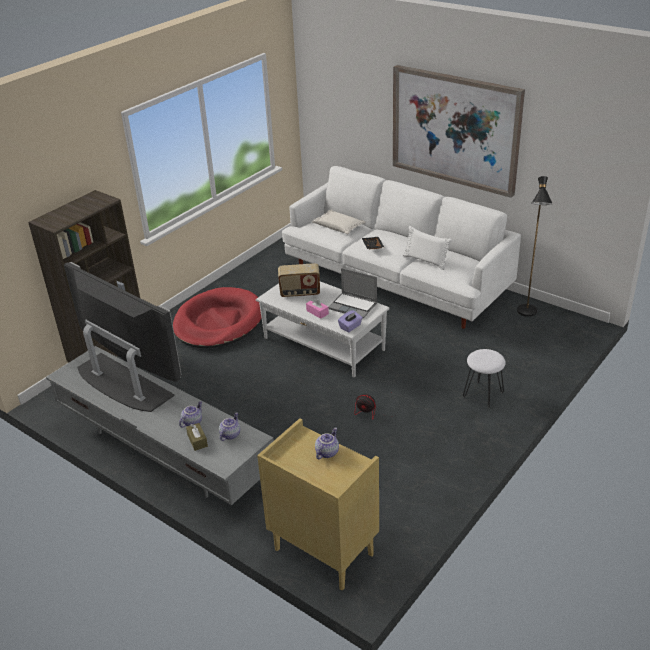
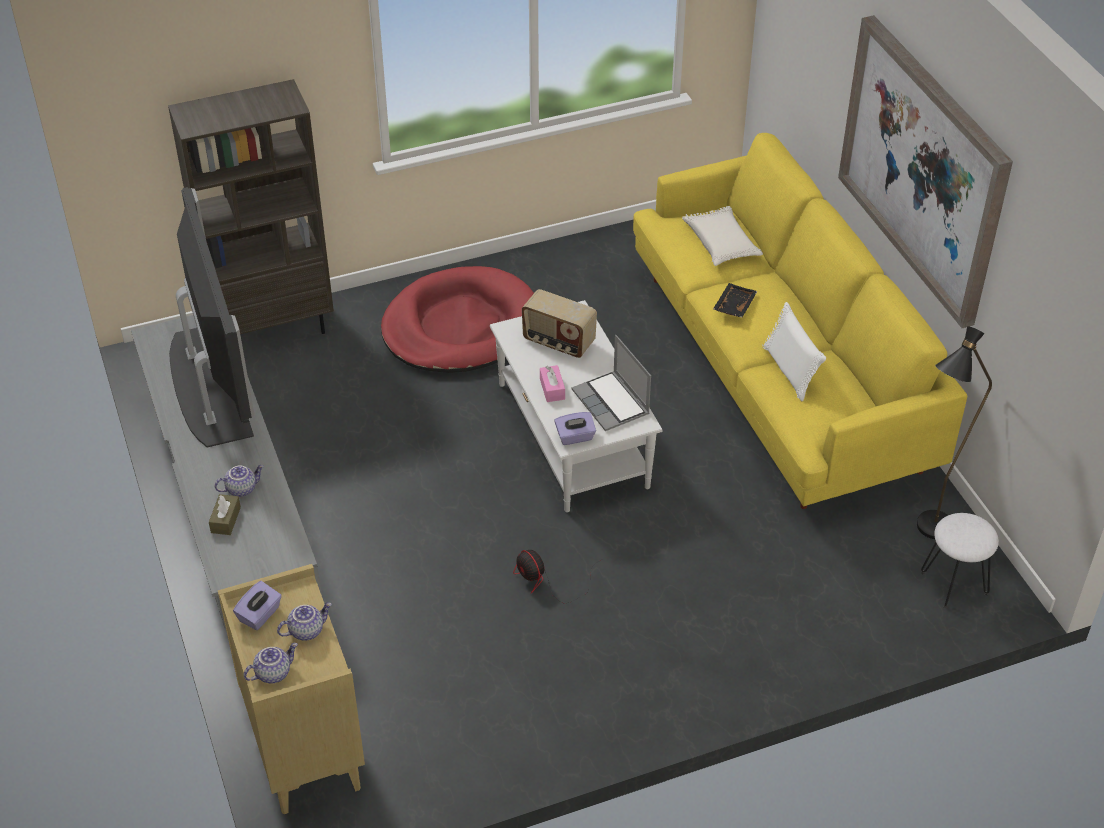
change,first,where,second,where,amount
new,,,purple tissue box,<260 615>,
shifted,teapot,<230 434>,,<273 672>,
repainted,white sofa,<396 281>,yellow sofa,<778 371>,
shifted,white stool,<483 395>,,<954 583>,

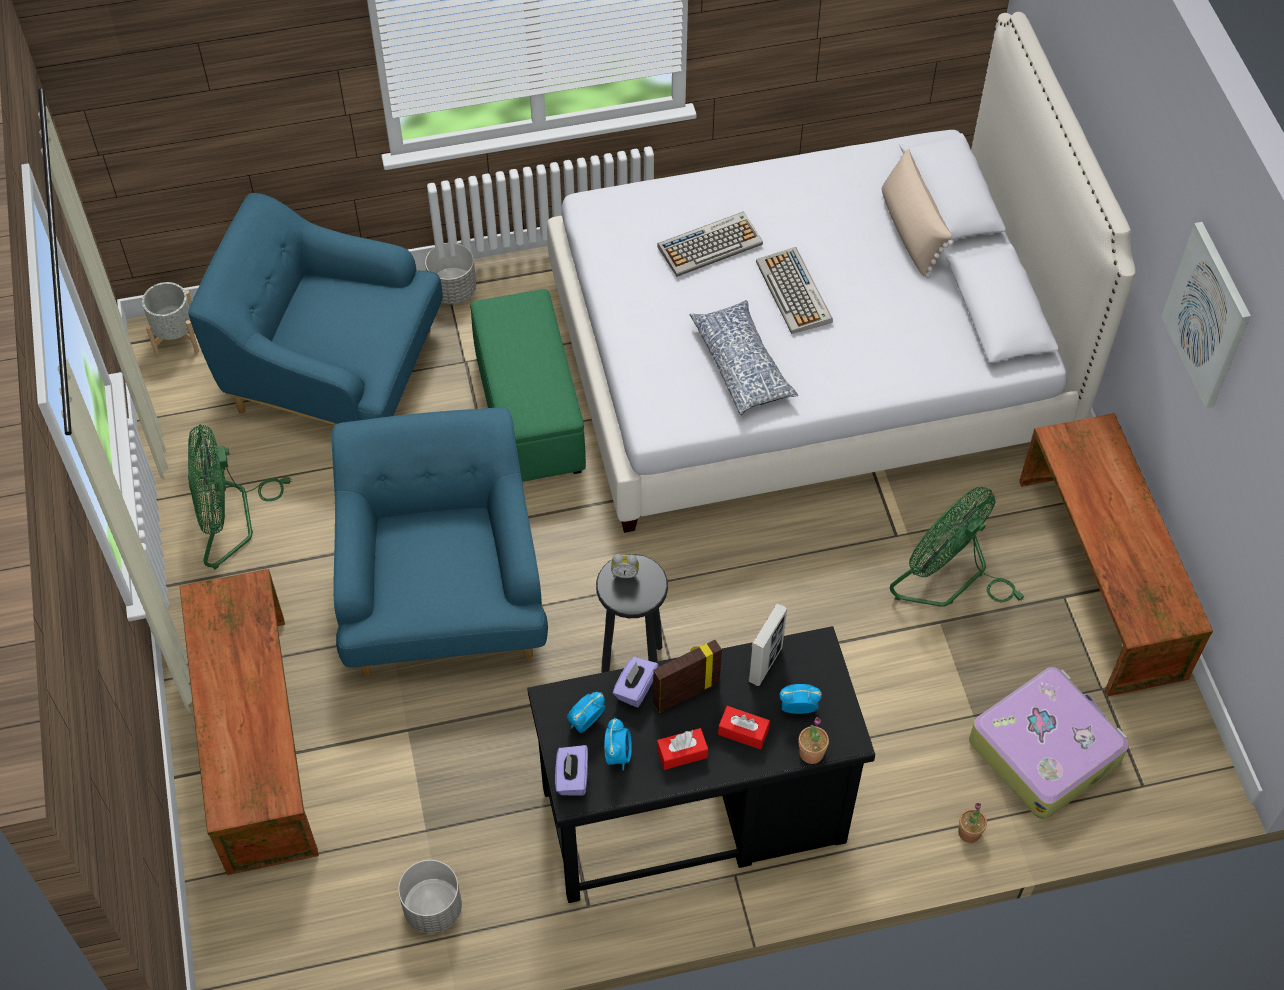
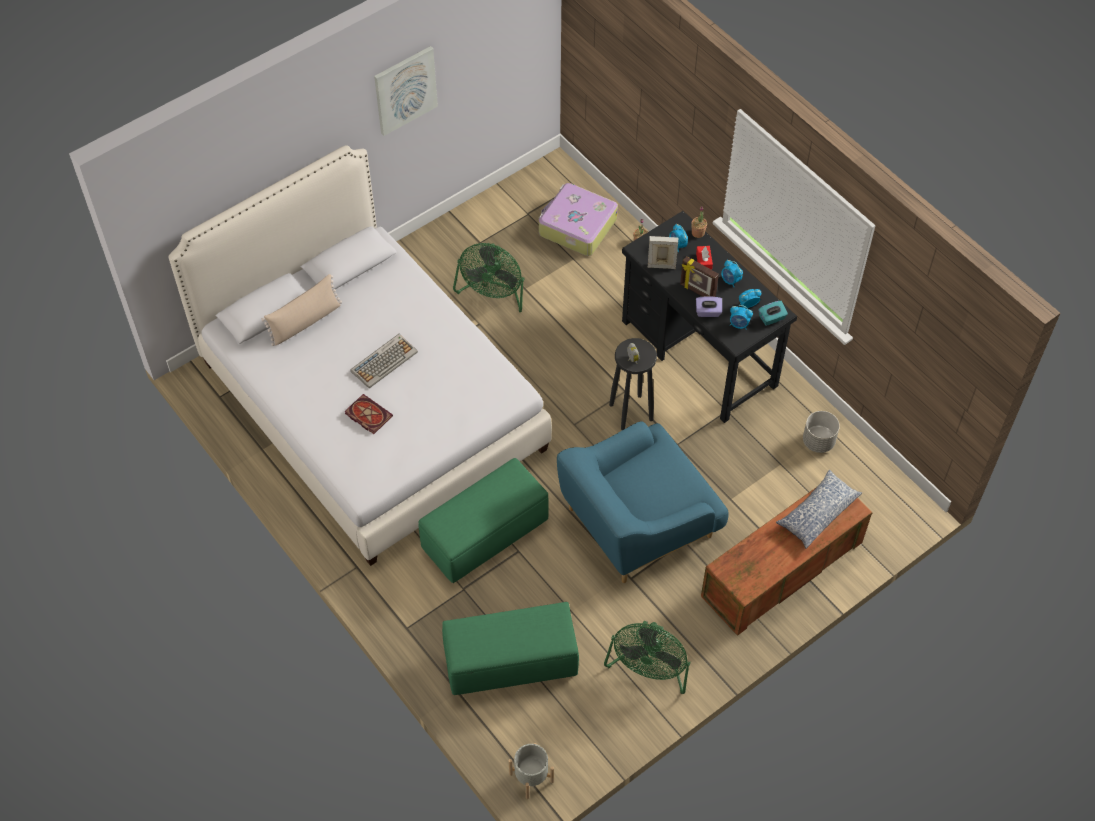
change,first,where,second,where,amount
swapped,keyboard,<710 245>,book,<367 415>,
swapped,blue armchair,<333 371>,green ottoman,<510 662>,
rotated,green fan,<231 513>,,<647 664>,60 degrees clockwise
swapped,red tissue box,<682 753>,alarm clock,<730 281>,
repainted,purple tissue box,<572 778>,turquoise tissue box,<771 318>,
shifted,pillow,<742 364>,,<817 513>,
gone,grey planter,<453 290>,,,
gone,brown bench,<1104 578>,,,

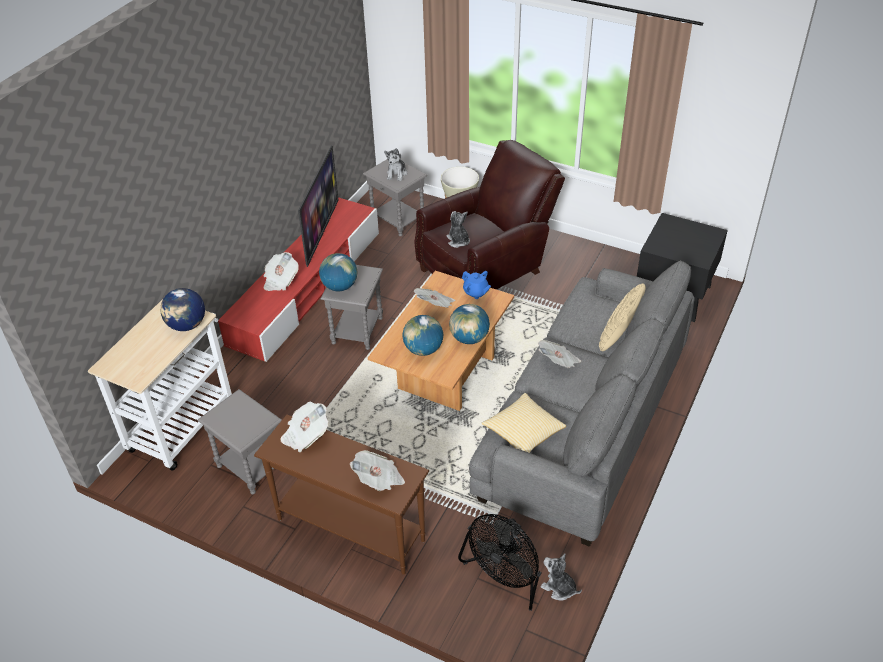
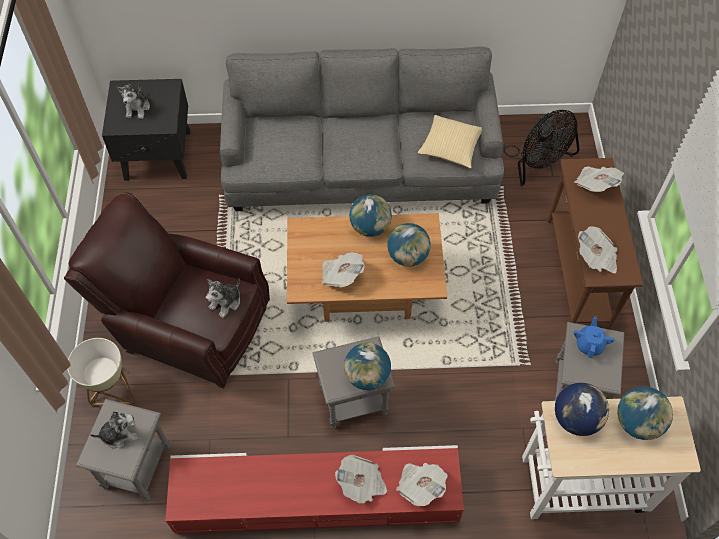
change,first,where,second,where,amount
shifted,plush toy,<559 588>,,<137 108>,
shifted,newspaper,<558 362>,,<420 486>,
rotated,black fan,<504 572>,,<536 162>,45 degrees clockwise
shifted,blue teapot,<476 292>,,<589 344>,
new,,,globe,<637 422>,
gone,television,<321 232>,,,
gone,beige pillow,<618 337>,,,

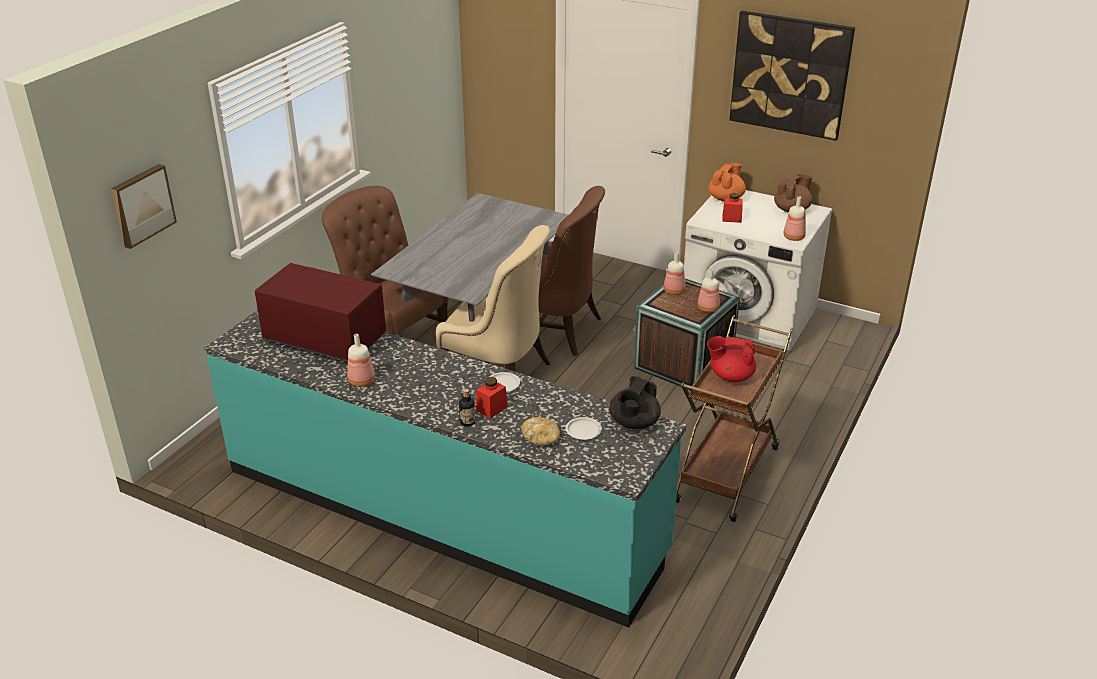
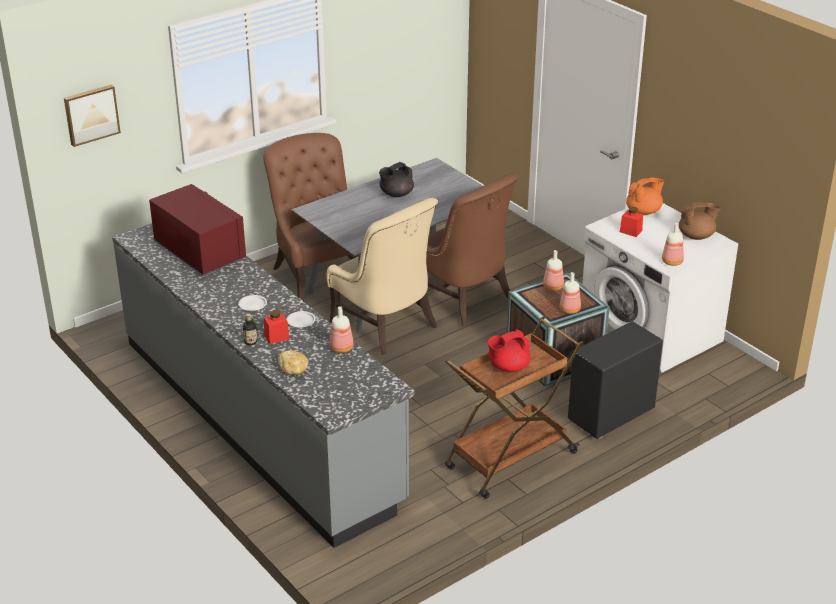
change,first,where,second,where,amount
repainted,turquoise counter,<442 511>,grey counter,<259 419>,
shifted,white plate,<583 430>,,<253 305>,
shifted,bottle,<361 381>,,<341 347>,
shifted,black teapot,<633 423>,,<396 194>,
rotated,red teapot,<730 376>,,<508 367>,60 degrees counterclockwise
new,,,black nightstand,<609 417>,
gone,picture,<790 74>,,,

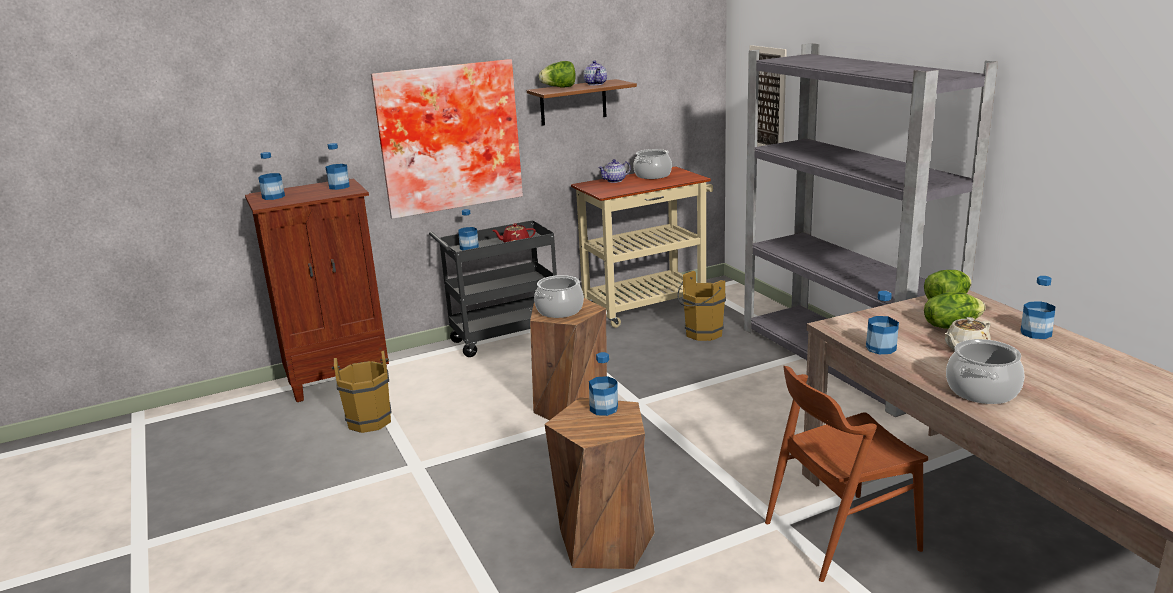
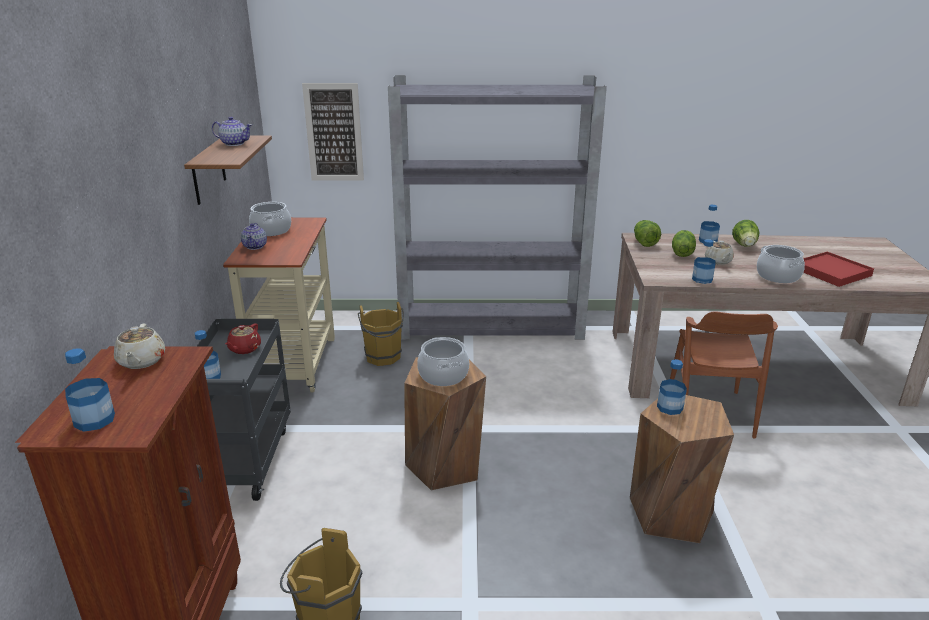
change,first,where,second,where,amount
swapped,bottle,<339 187>,beige teapot,<141 361>,
shifted,lettuce,<559 87>,,<744 246>,
new,,,red tray,<831 272>,
gone,picture,<448 137>,,,

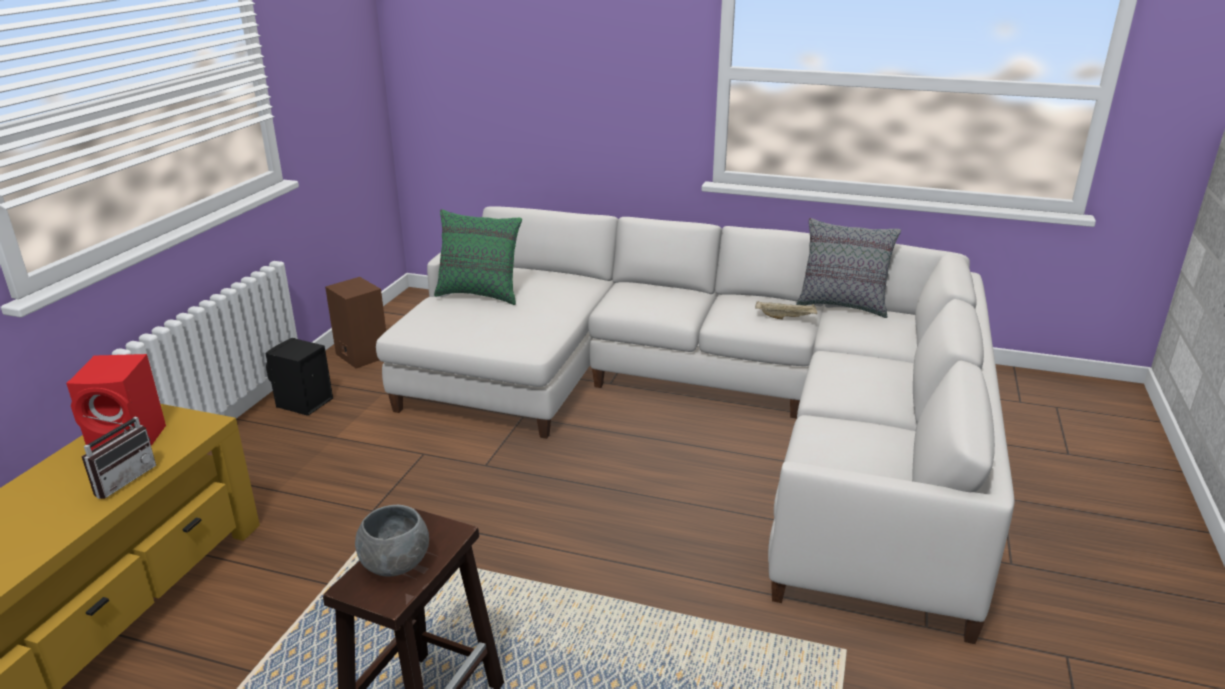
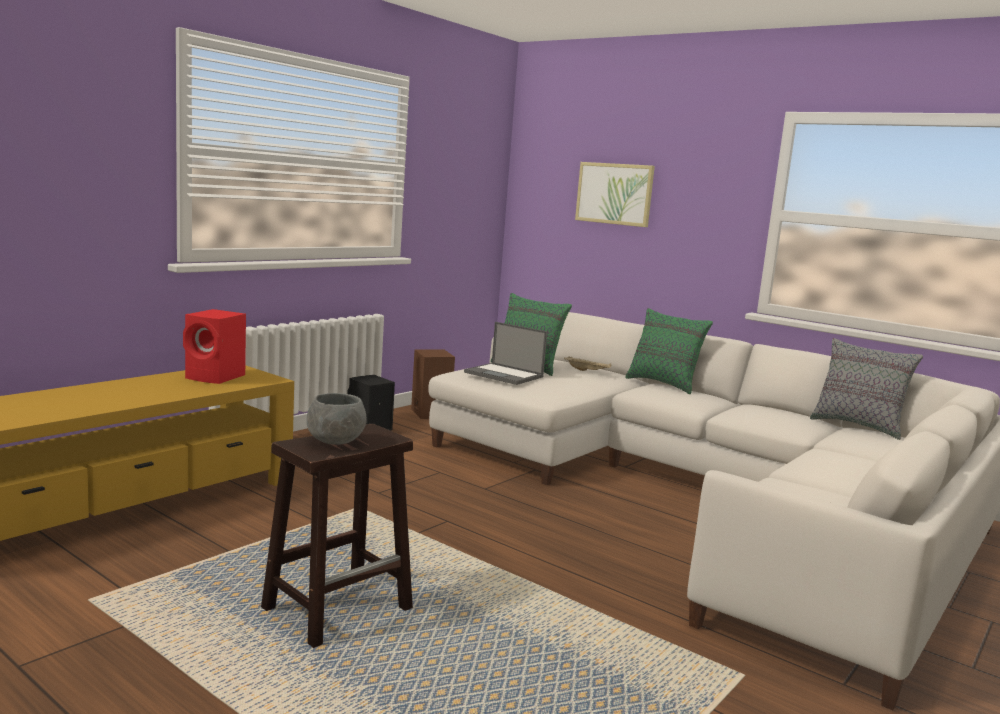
change,first,where,second,where,amount
new,,,laptop,<505 375>,
shifted,beige tray,<786 317>,,<587 371>,
new,,,picture,<614 194>,
new,,,green pillow,<663 384>,
gone,radio,<121 479>,,,

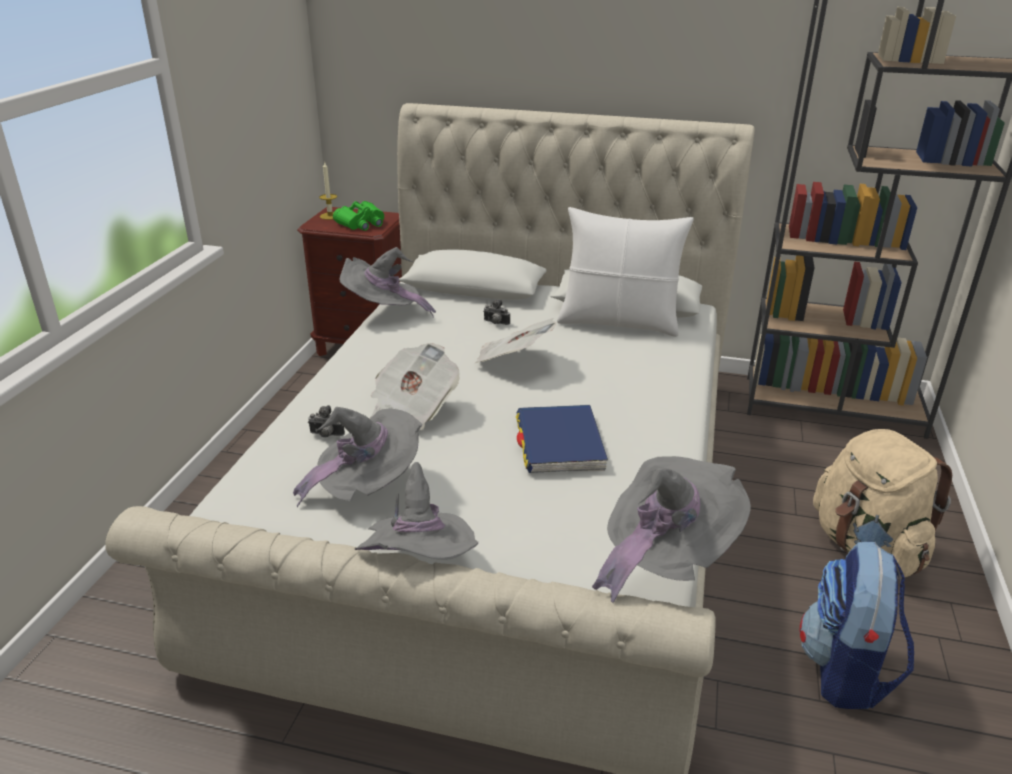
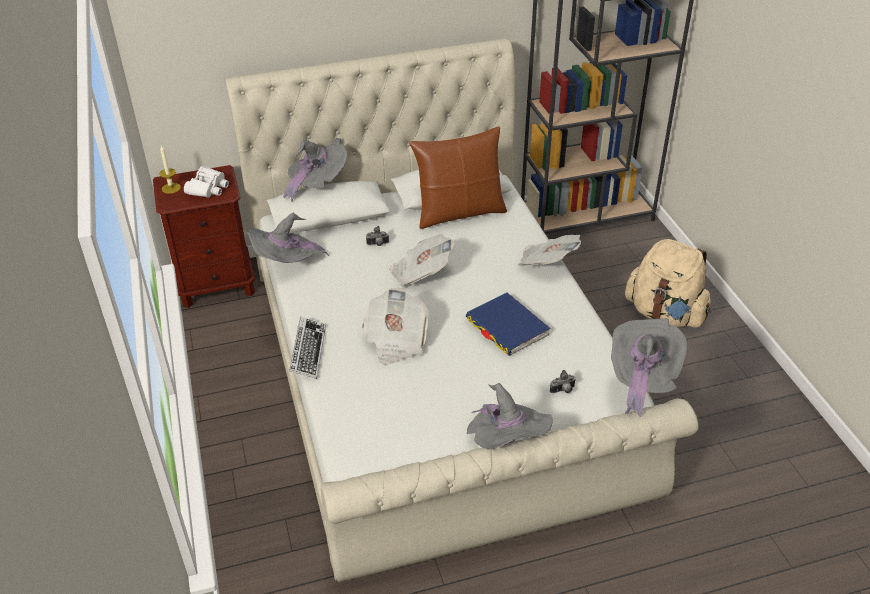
change,first,where,second,where,amount
repainted,green binoculars,<361 223>,white binoculars,<208 188>,
shifted,grey hat,<368 486>,,<316 182>,
new,,,keyboard,<308 351>,
repainted,white pillow,<618 322>,brown pillow,<459 213>,
new,,,newspaper,<547 263>,
shifted,photo camera,<326 435>,,<563 390>,
gone,backpack,<845 671>,,,

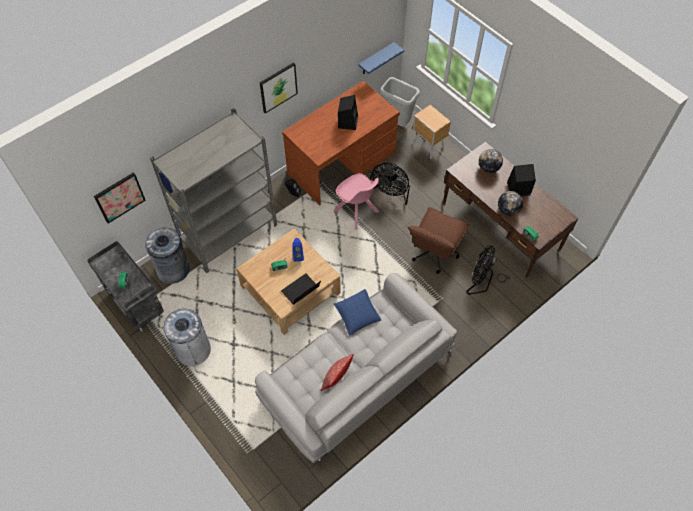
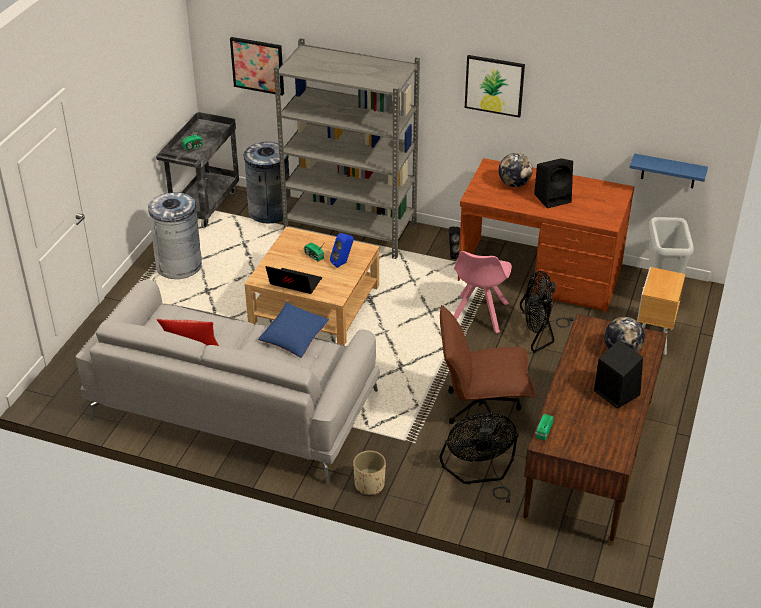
change,first,where,second,where,amount
new,,,beige planter,<369 485>,
shifted,globe,<508 210>,,<514 184>,

